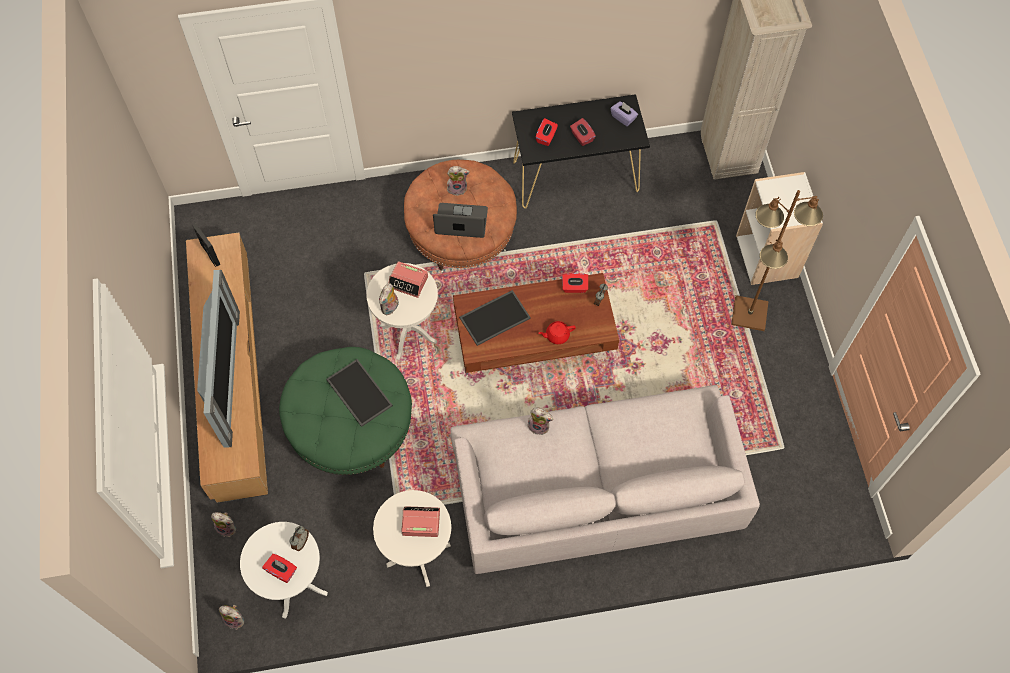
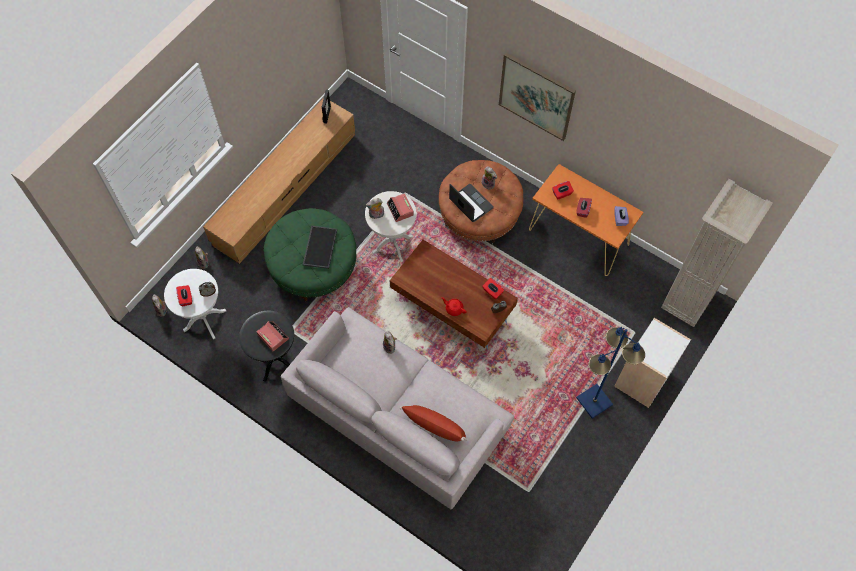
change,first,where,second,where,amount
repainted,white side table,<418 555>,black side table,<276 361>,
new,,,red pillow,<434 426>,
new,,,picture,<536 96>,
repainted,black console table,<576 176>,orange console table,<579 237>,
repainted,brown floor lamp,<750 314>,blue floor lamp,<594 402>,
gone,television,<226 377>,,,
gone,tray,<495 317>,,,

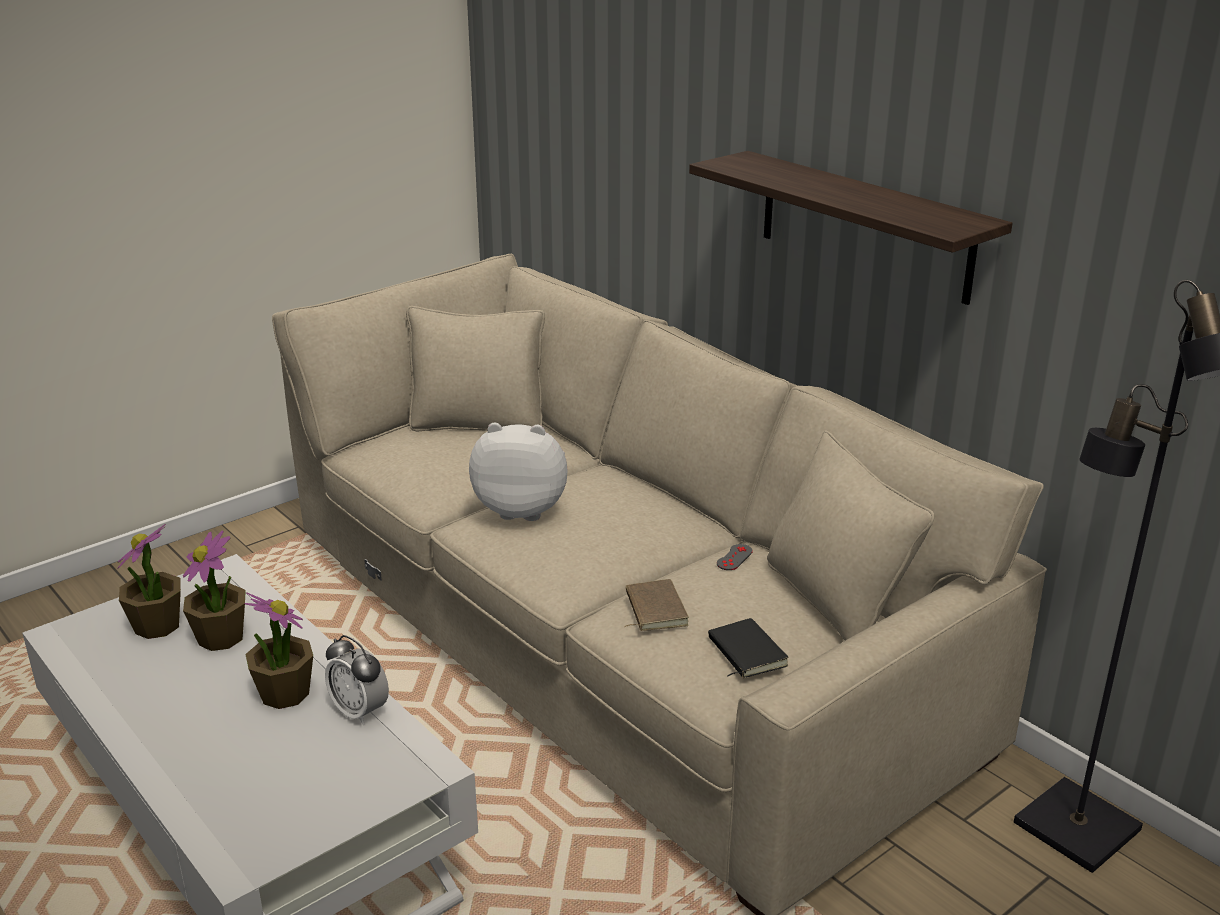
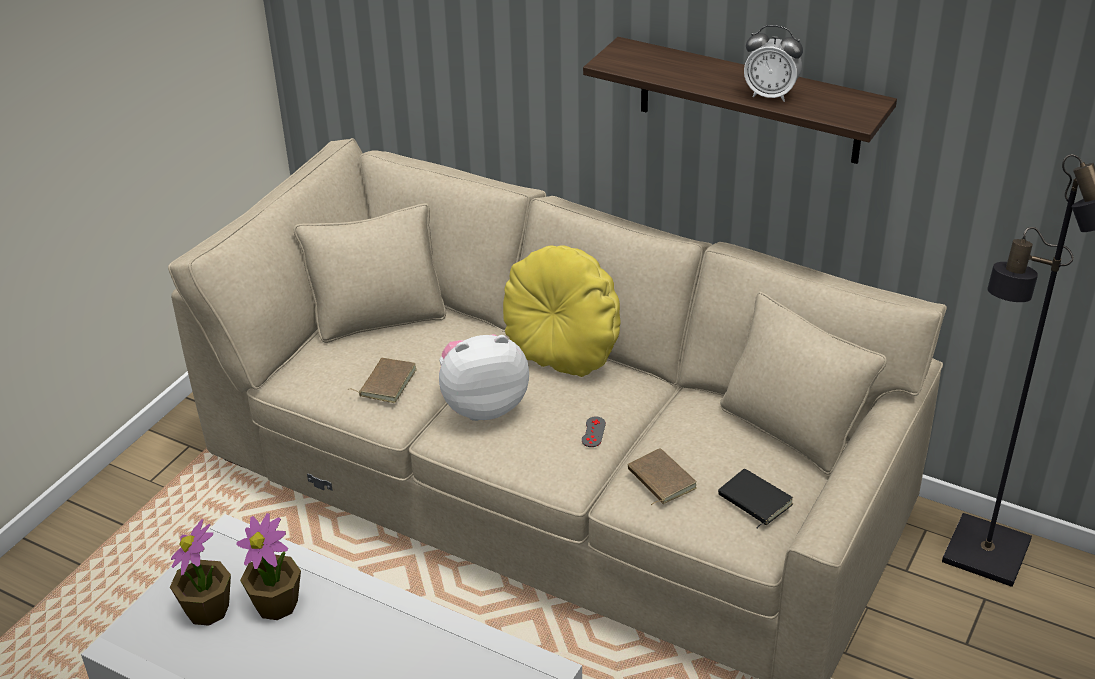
change,first,where,second,where,amount
new,,,brown book,<386 382>,
new,,,yellow pillow,<562 357>,
shifted,grey game controller,<734 557>,,<593 432>,
shifted,alarm clock,<360 711>,,<770 95>,
gone,potted plant,<284 693>,,,

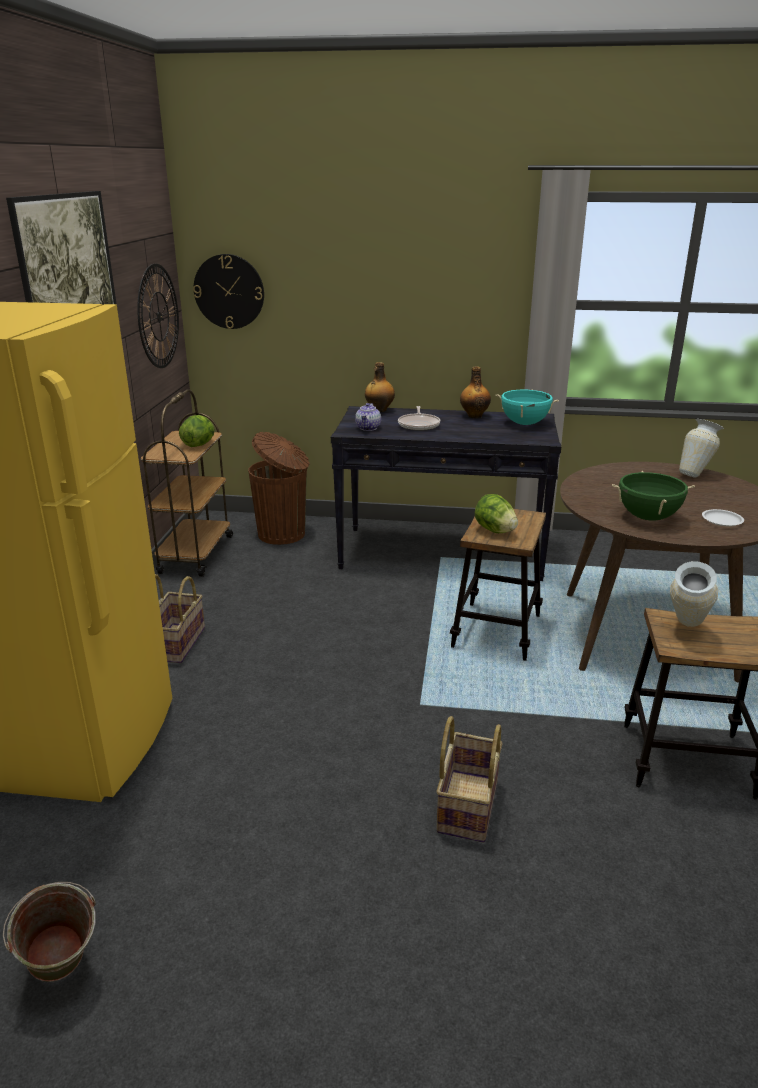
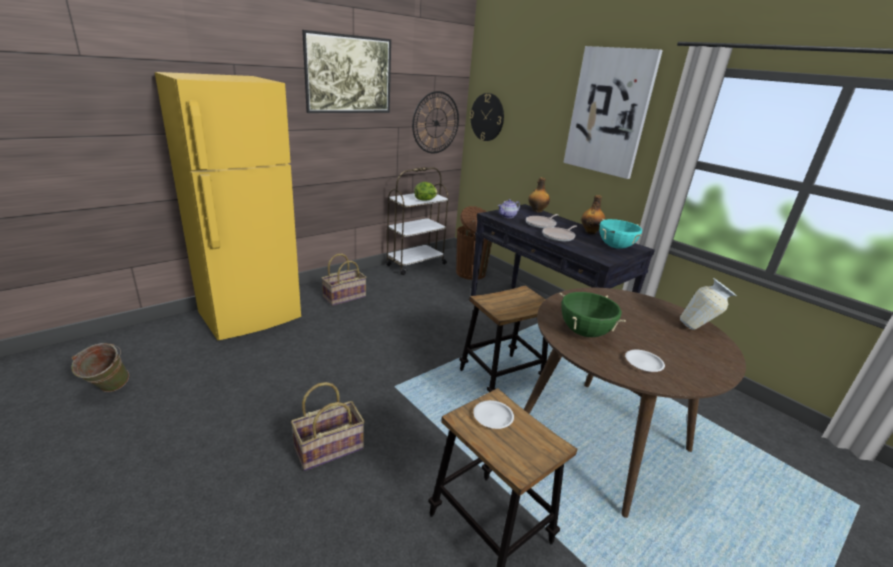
change,first,where,second,where,amount
repainted,brown cart,<195 555>,white cart,<415 265>,
swapped,vase,<685 631>,white plate,<492 416>,
new,,,frying pan,<559 237>,
new,,,picture,<609 112>,
gone,lettuce,<495 530>,,,

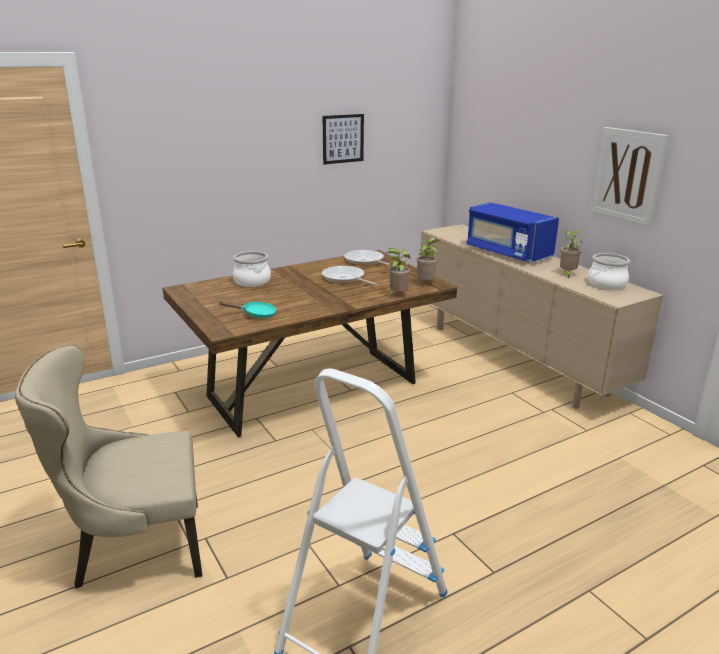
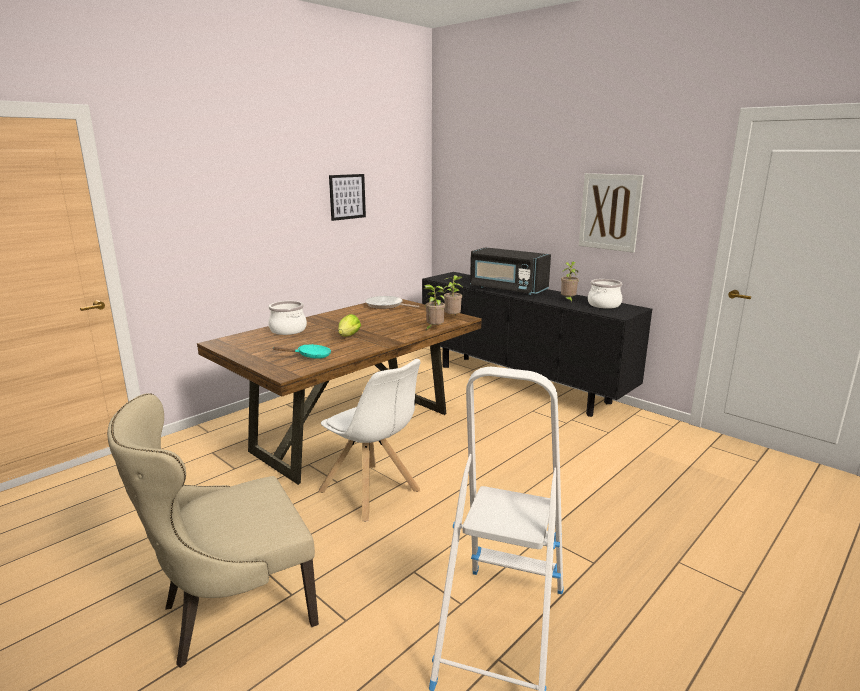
change,first,where,second,where,amount
new,,,white chair,<372 493>,
new,,,lettuce,<348 337>,
repainted,beige cabinet,<514 358>,black cabinet,<521 383>,
repainted,blue microwave,<507 253>,black microwave,<507 289>,
gone,frying pan,<345 278>,,,

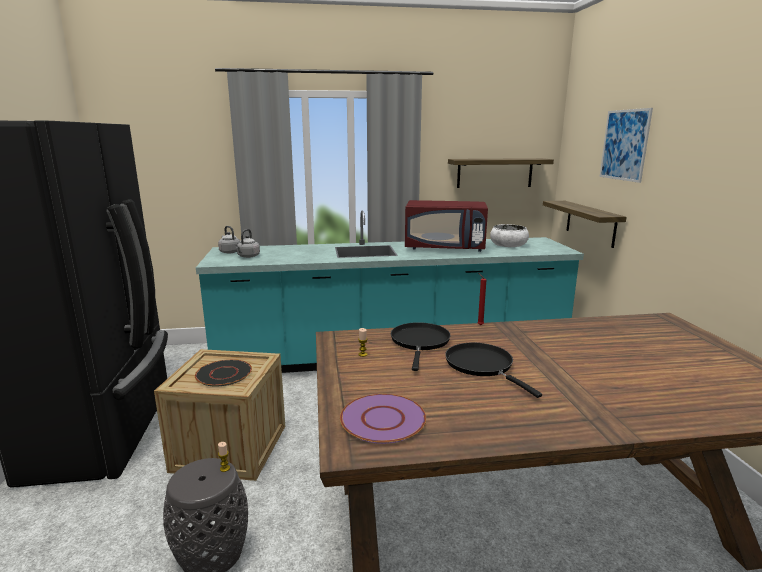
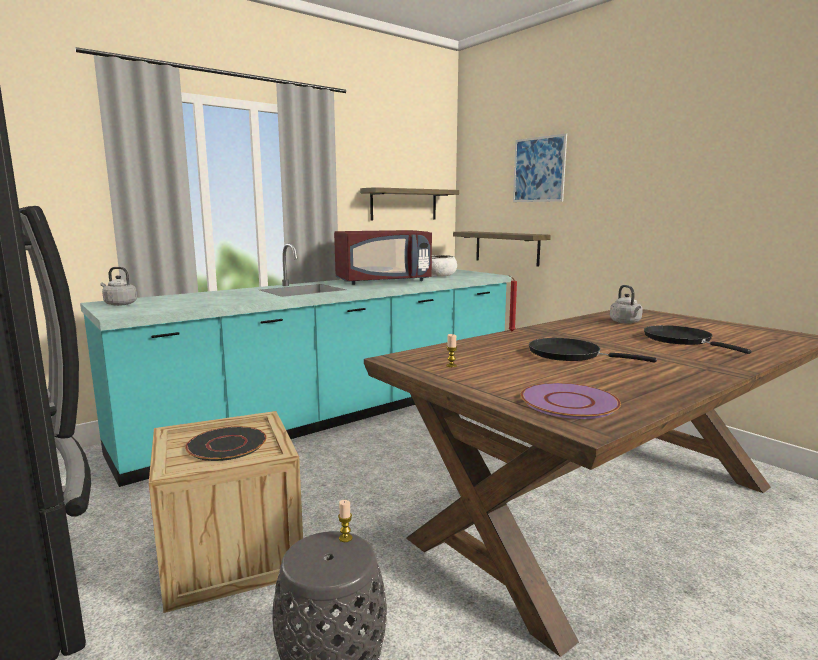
change,first,where,second,where,amount
shifted,grey kettle,<248 256>,,<626 322>,
shifted,black frying pan,<420 342>,,<681 340>,

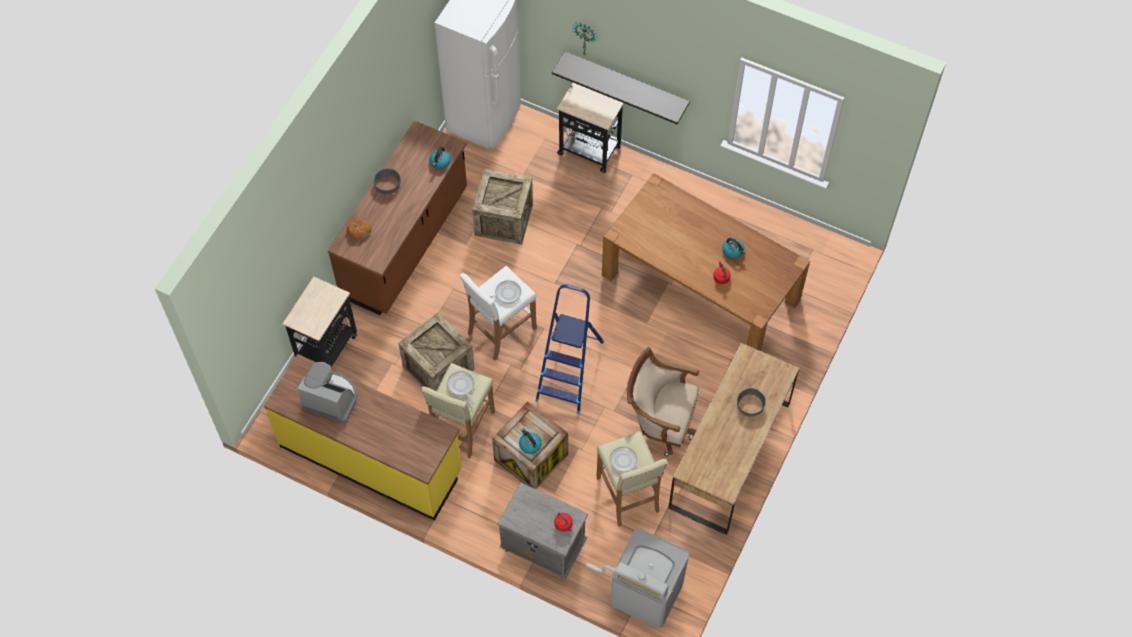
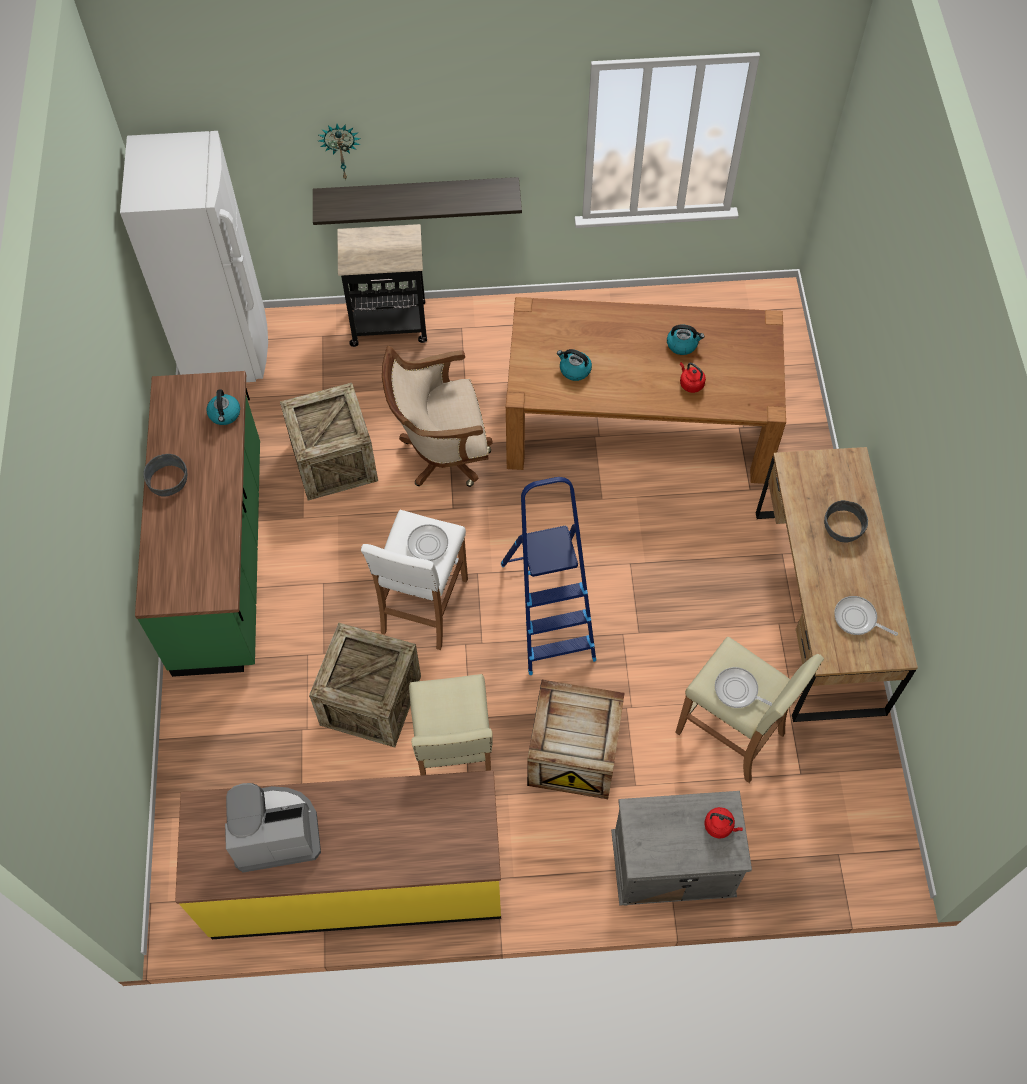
change,first,where,second,where,amount
repainted,brown counter,<406 244>,green counter,<221 557>,
shifted,office chair,<659 426>,,<441 457>,
shifted,kettle,<530 444>,,<574 370>,
shifted,frying pan,<461 386>,,<857 619>,
gone,cart,<327 348>,,,
gone,bread,<359 231>,,,
gone,grey washing machine,<644 594>,,,

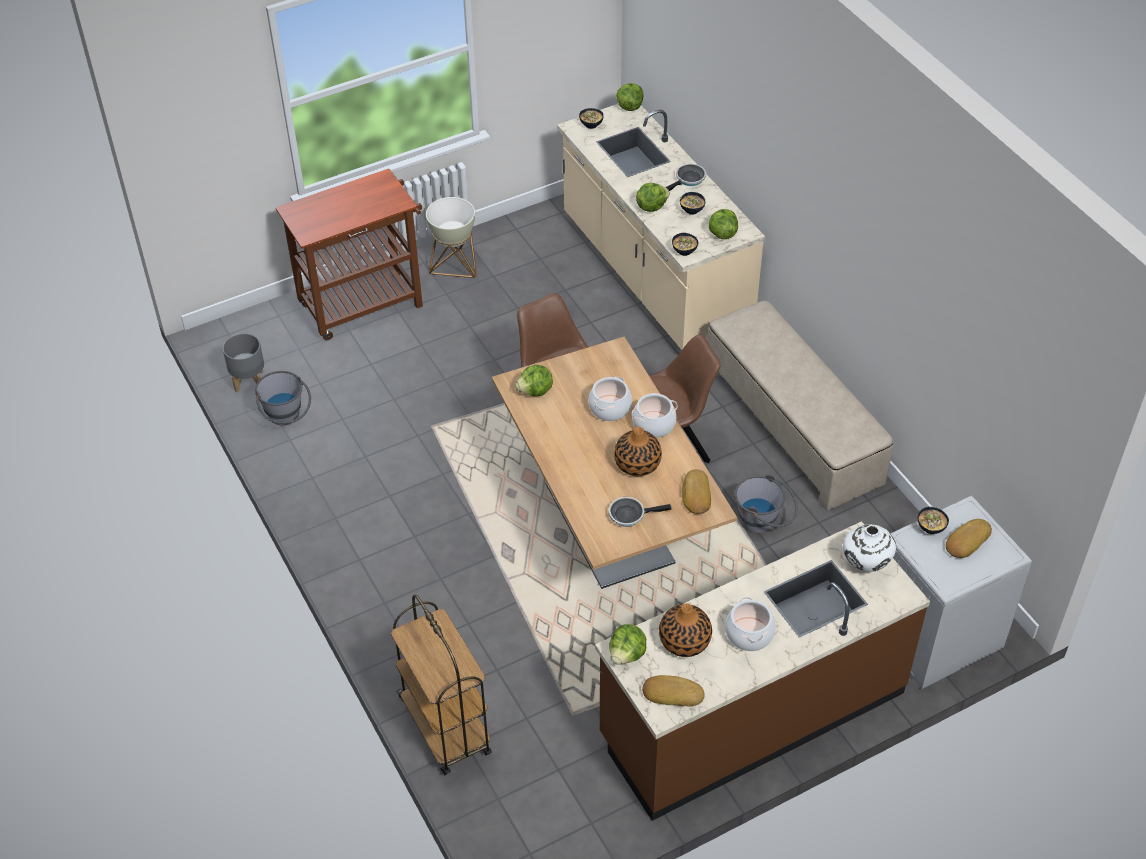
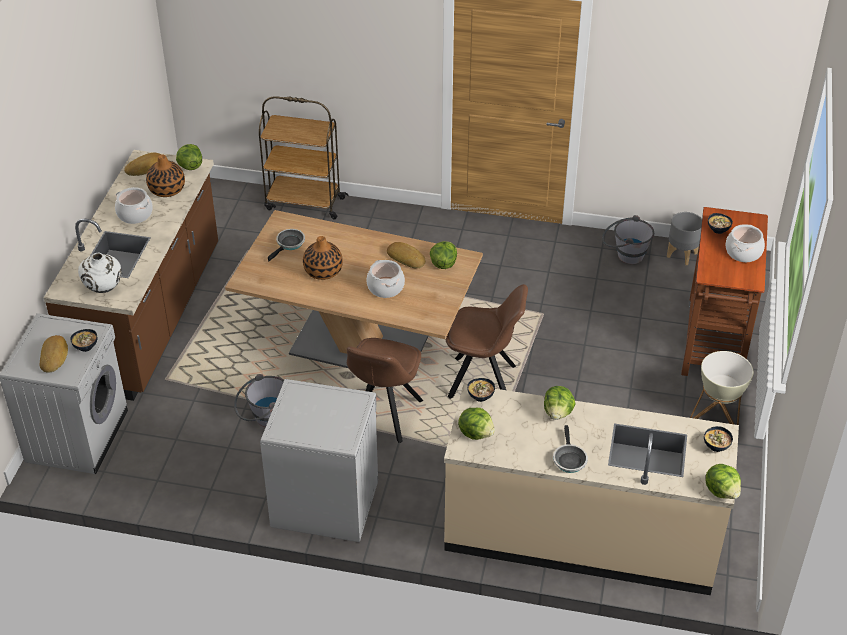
change,first,where,second,where,amount
swapped,beige bench,<793 424>,white washing machine,<325 502>,
shifted,bread,<695 495>,,<406 257>,
shifted,bowl,<692 210>,,<718 230>,
shifted,cooking pot,<653 425>,,<743 252>,

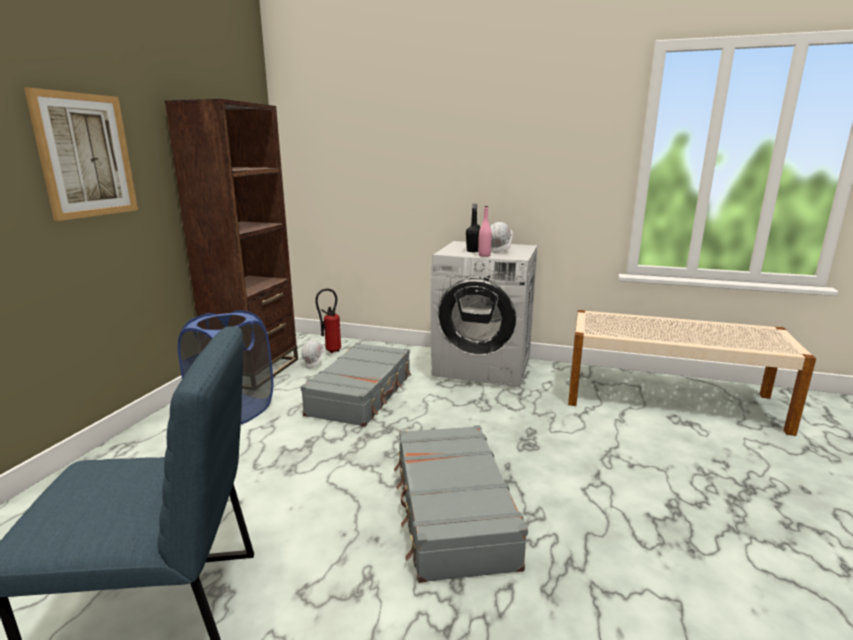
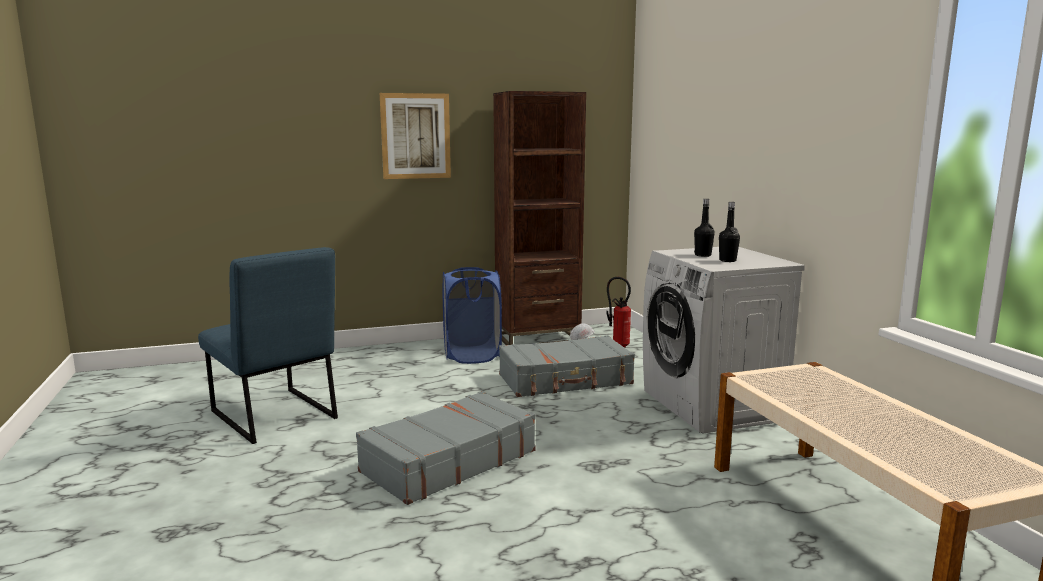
change,first,where,second,where,amount
swapped,white hard hat,<499 251>,black bottle,<727 260>,
gone,pink bottle,<484 255>,,,

